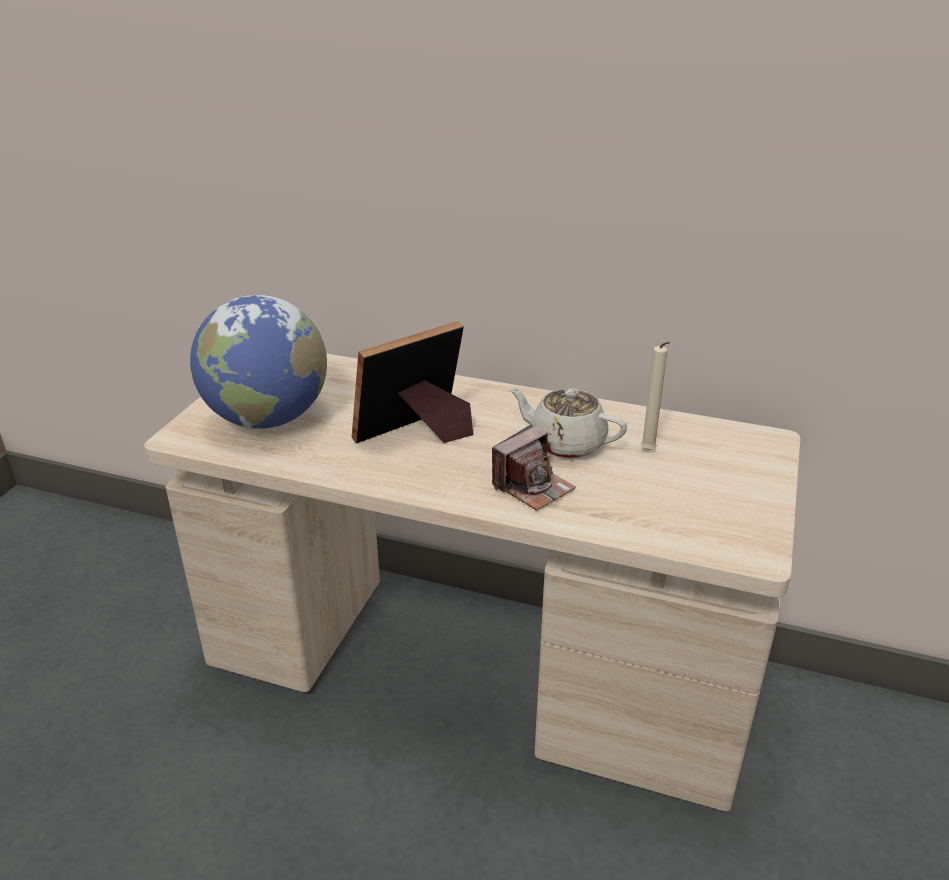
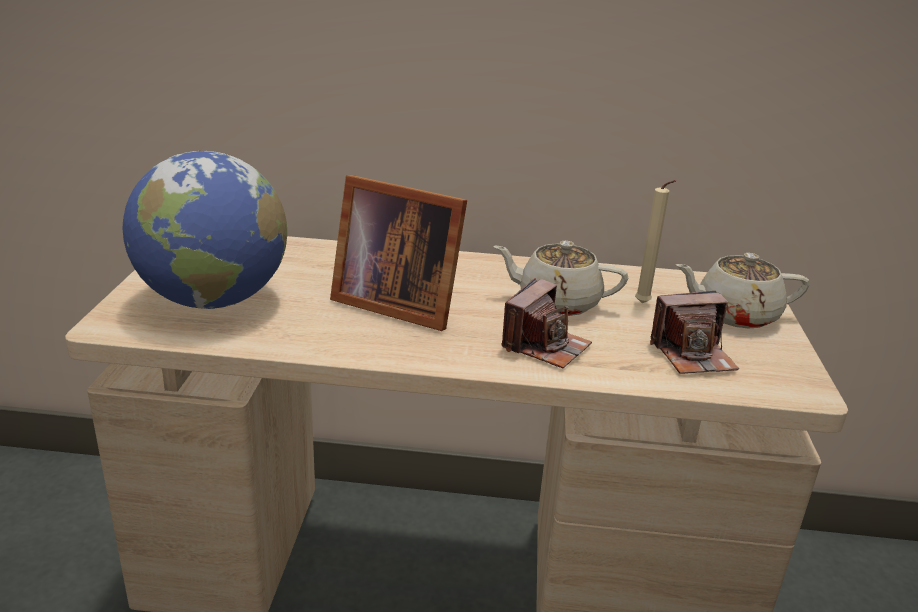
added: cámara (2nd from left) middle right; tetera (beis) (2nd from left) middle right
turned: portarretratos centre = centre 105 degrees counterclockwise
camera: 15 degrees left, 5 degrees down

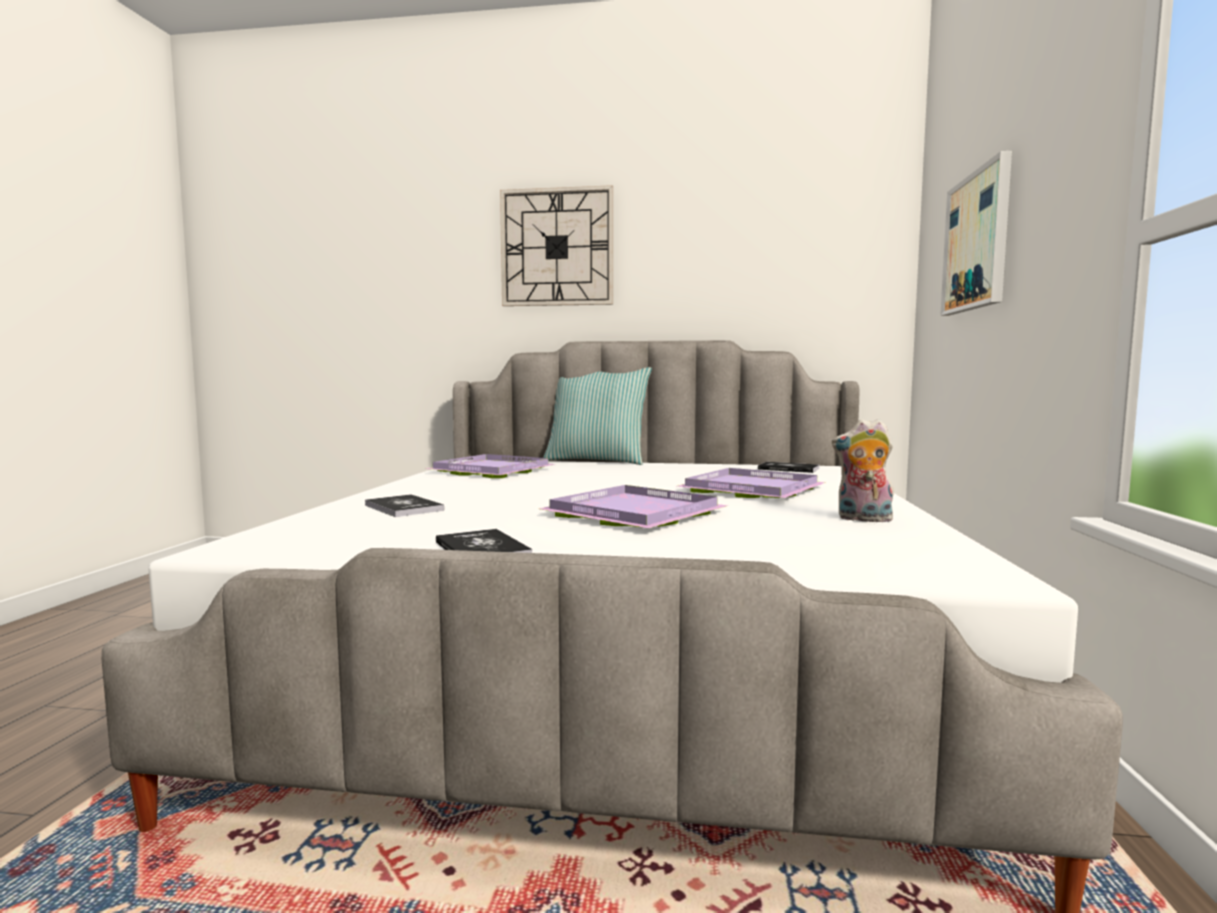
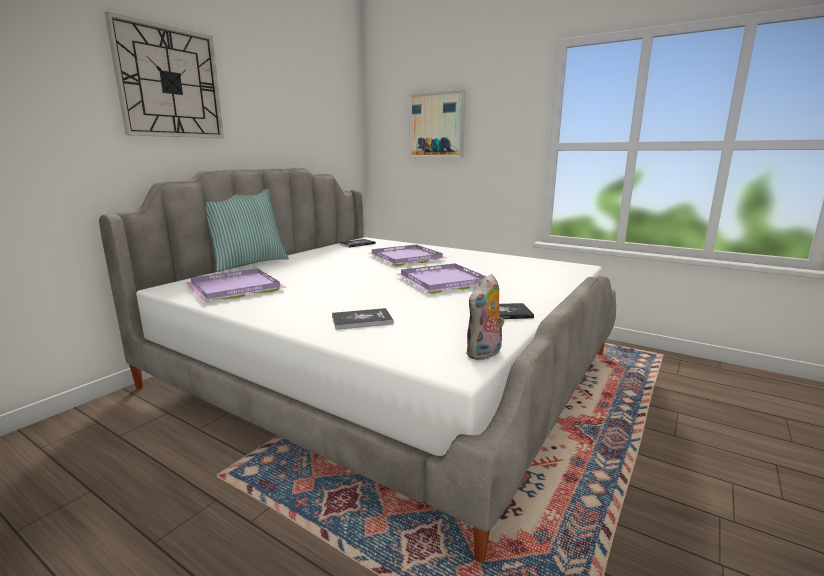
moved: peluche middle right to centre
camera: 65 degrees left, 10 degrees up

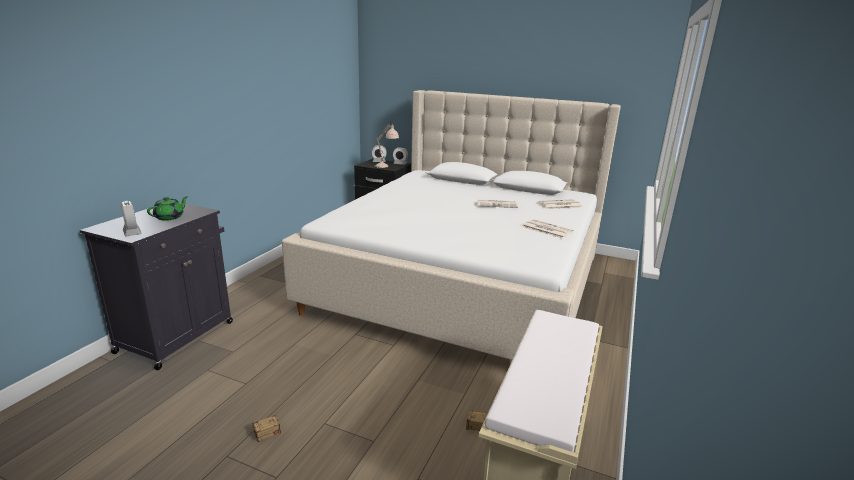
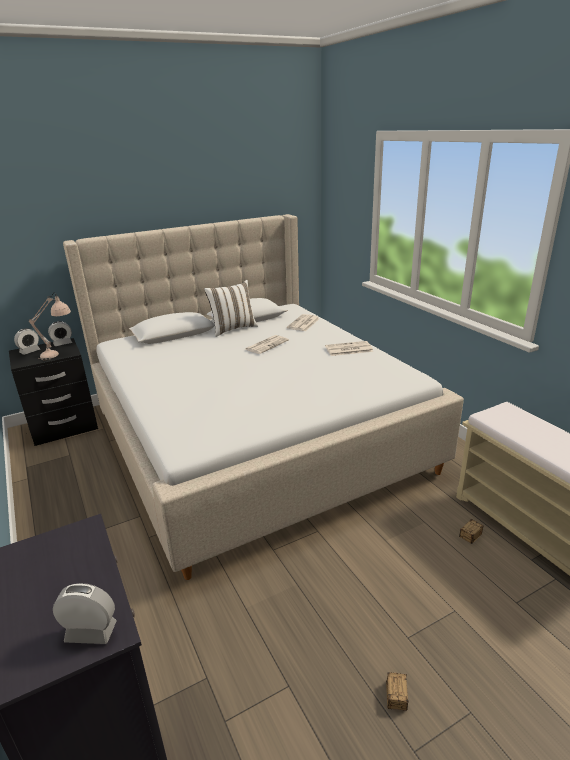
removed: tetera (verde) middle left
added: cojín (blanco) centre
camera: 50 degrees left, 5 degrees up

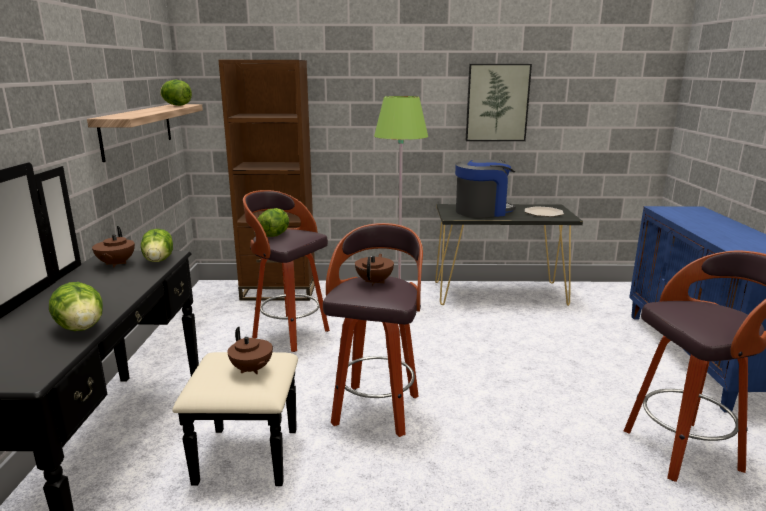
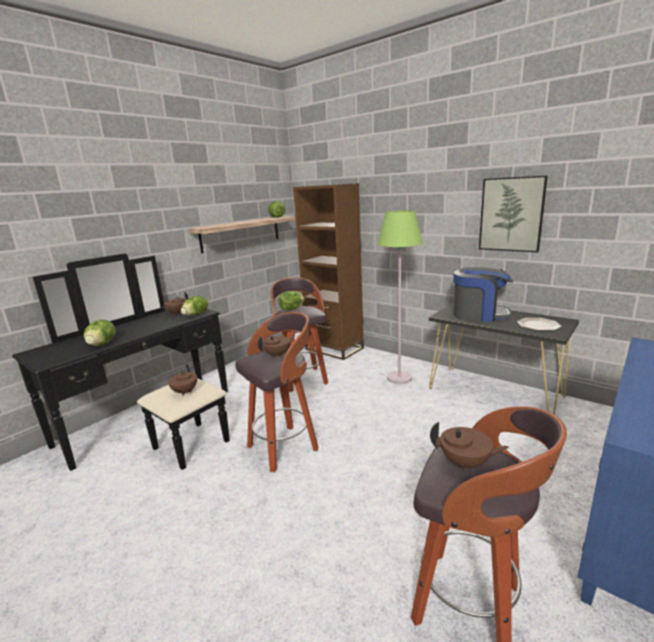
added: tetera (marrón) (4th from left) bottom right
camera: 40 degrees right, 0 degrees up

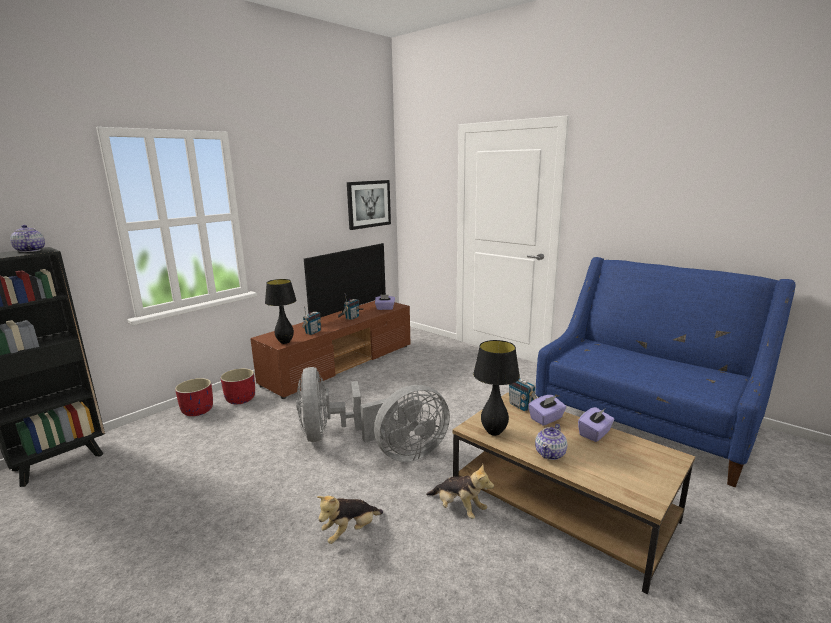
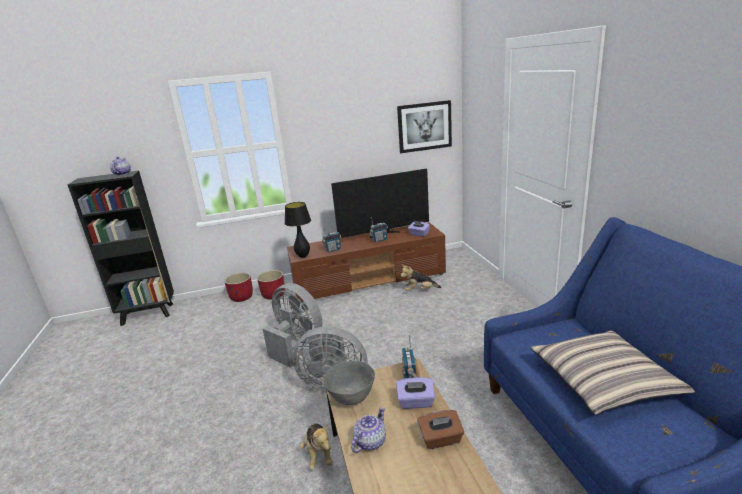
added: cojín bottom right
moved: peluche (1st from left in the first image) bottom centre to peluche (2nd from left) centre
replaced: lámpara de mesa (negro) (2nd from left) centre to cuenco (gris) bottom centre
recoloured: caja de pañuelos (morado) (3rd from left) bottom right to caja de pañuelos (marrón) bottom centre
turned: ventilador (gris) (1st from left) centre = centre 105 degrees clockwise; tetera (2nd from left) bottom centre = bottom centre 150 degrees clockwise
camera: 35 degrees right, 5 degrees up

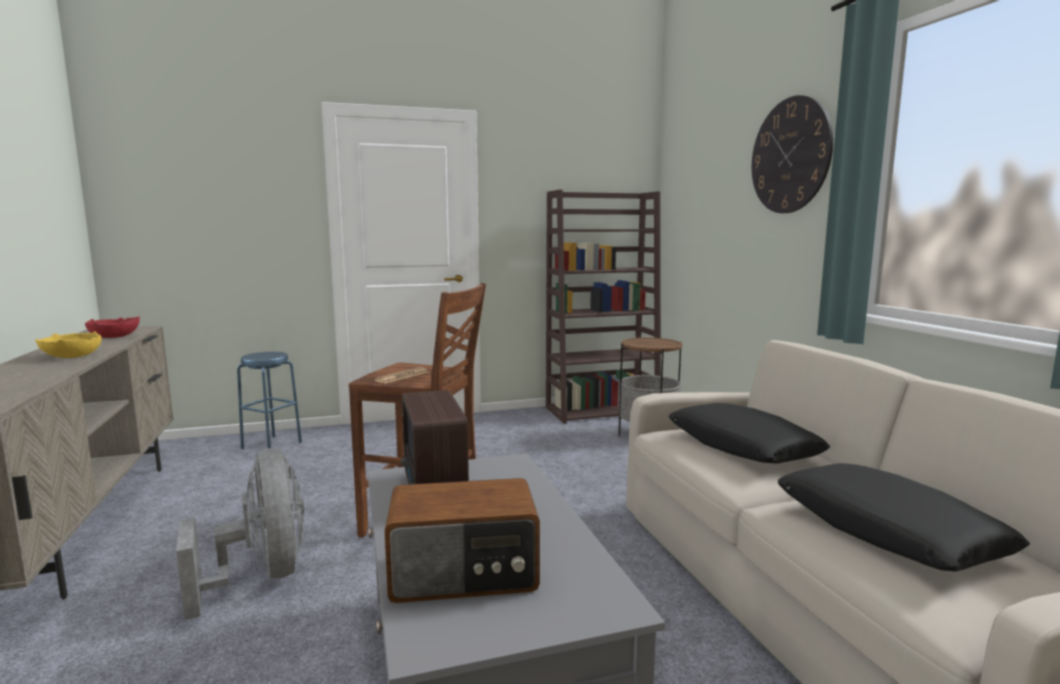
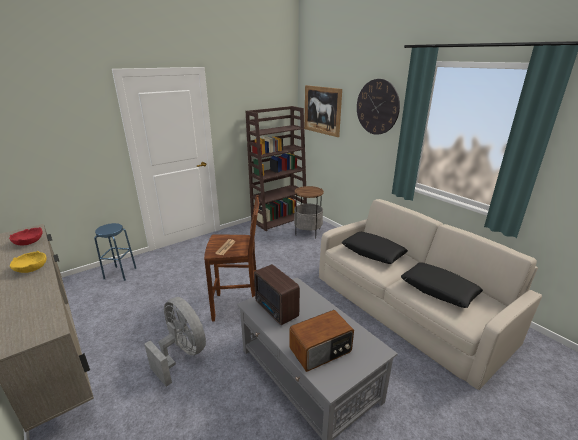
added: cuadro top centre
camera: 20 degrees left, 15 degrees up

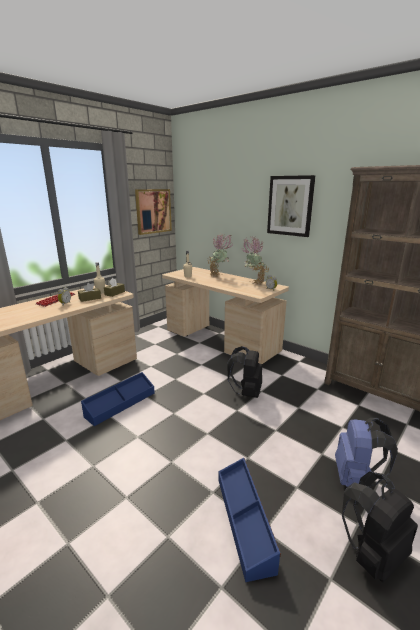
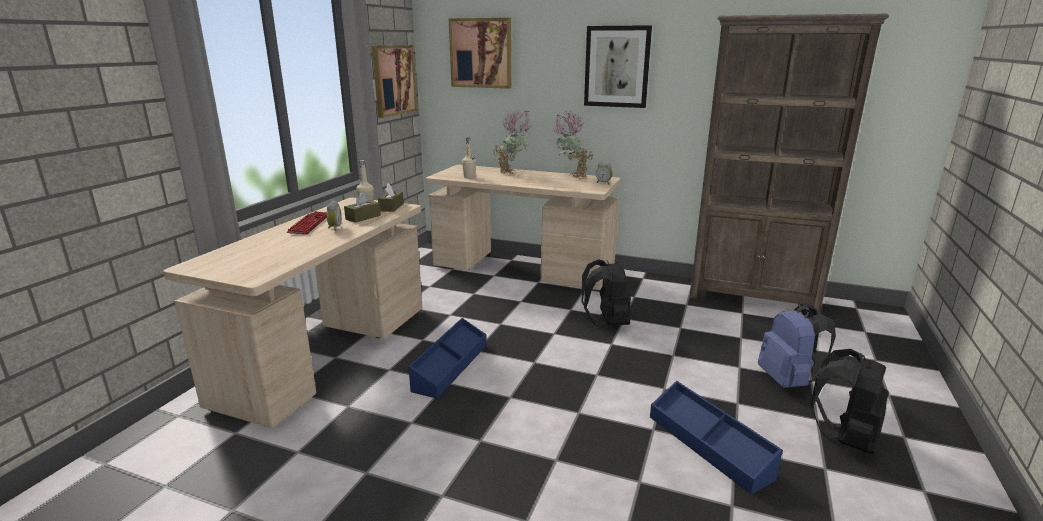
added: cuadro (2nd from left) top centre
camera: 20 degrees left, 0 degrees up

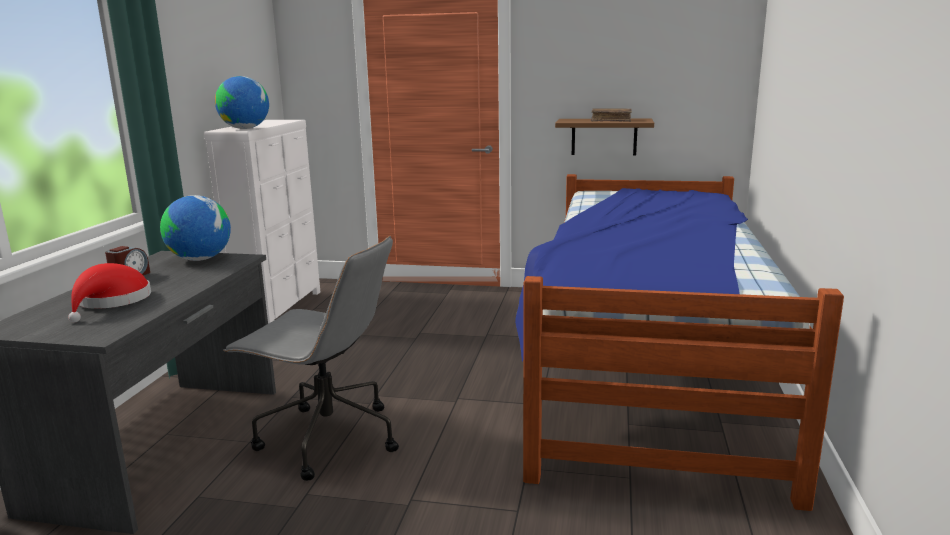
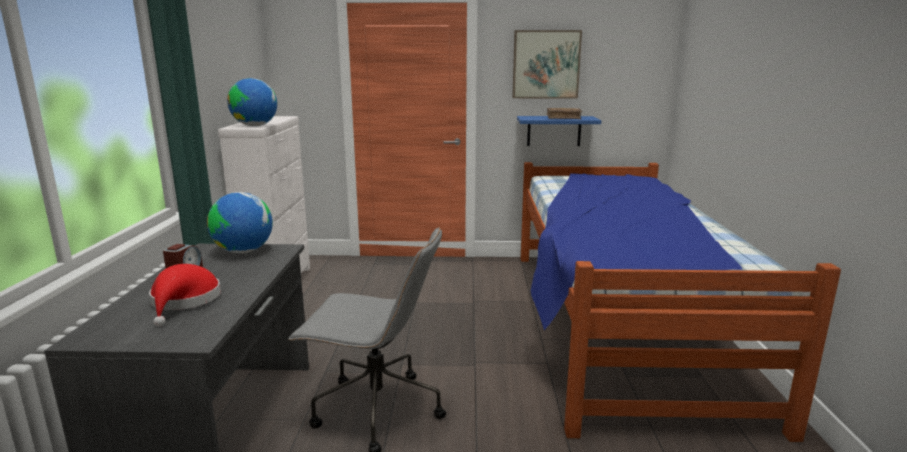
added: cuadro top centre
recoloured: estante (marrón) top centre to estante (azul) top centre
camera: 10 degrees left, 0 degrees up

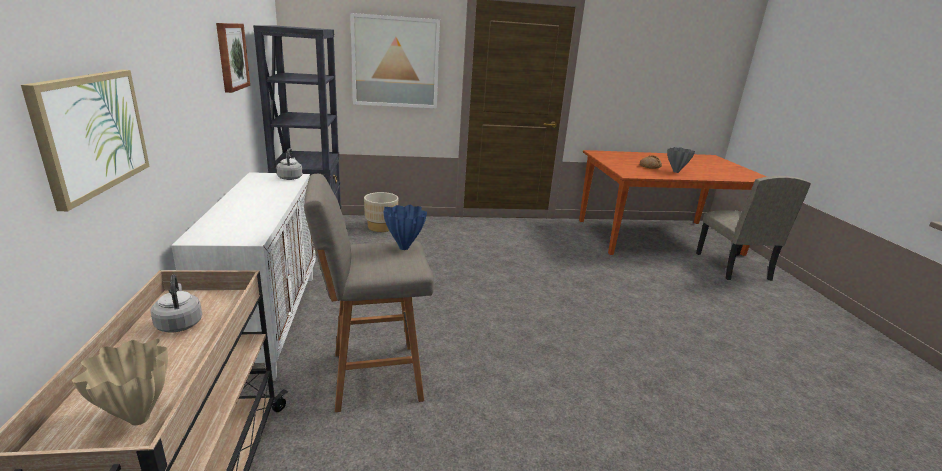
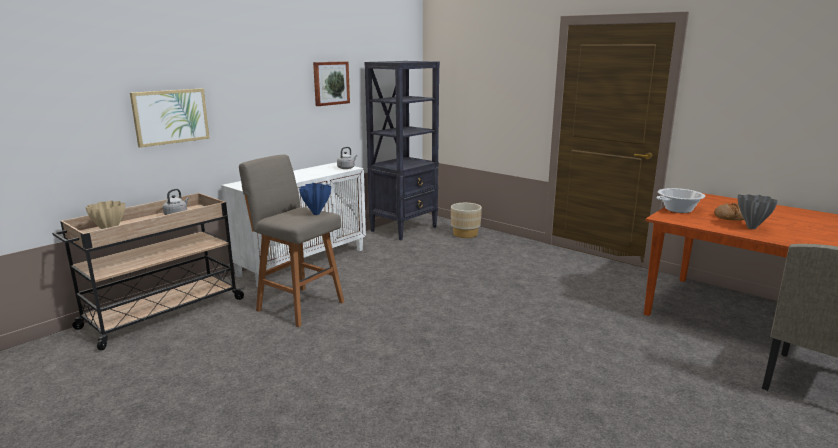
removed: cuadro (3rd from left) top centre
added: olla middle right
camera: 50 degrees right, 5 degrees down

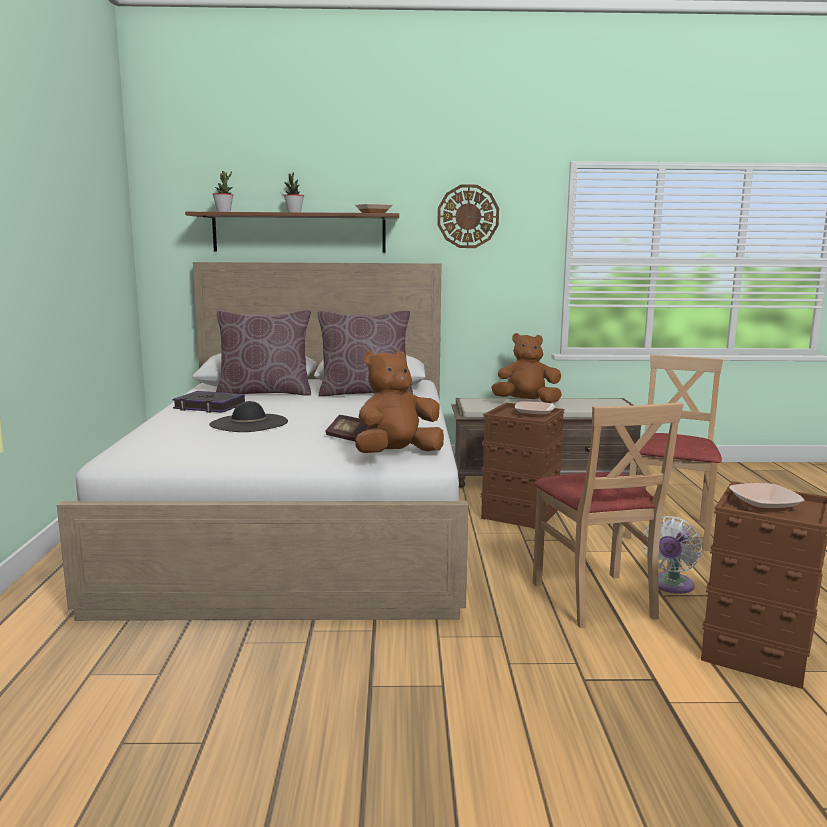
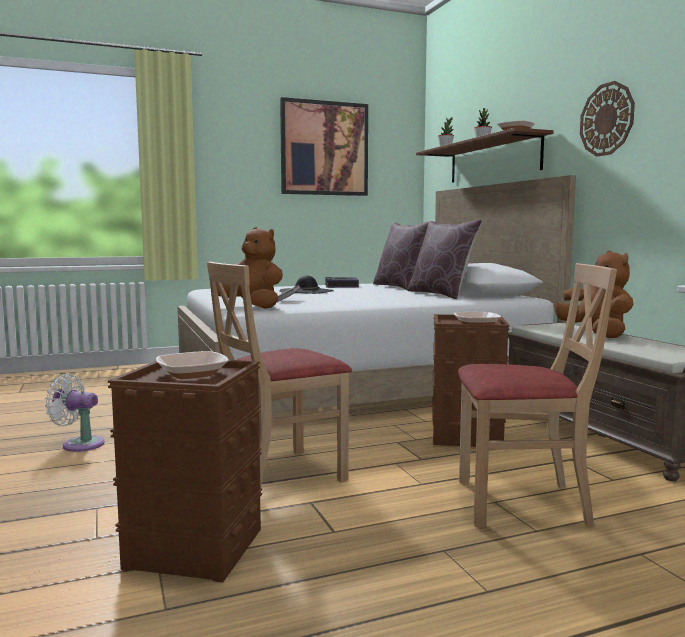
added: cuadro top centre
moved: ventilador (blanco) bottom right to middle left
camera: 70 degrees right, 5 degrees down

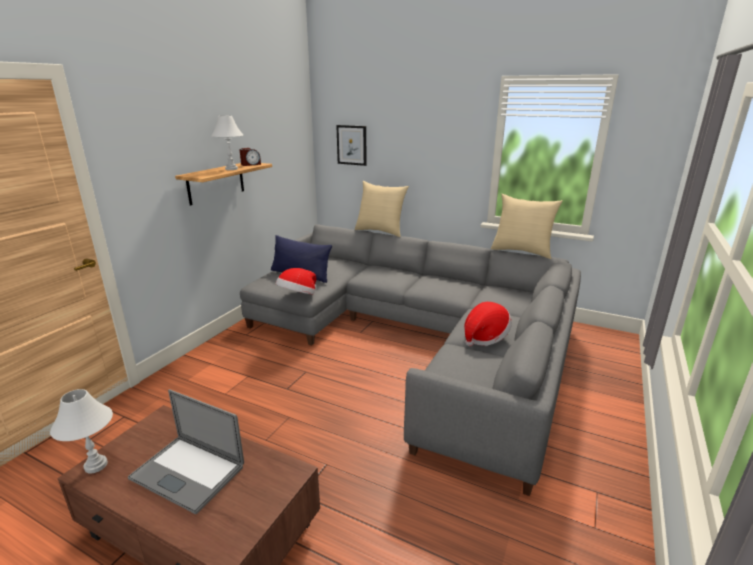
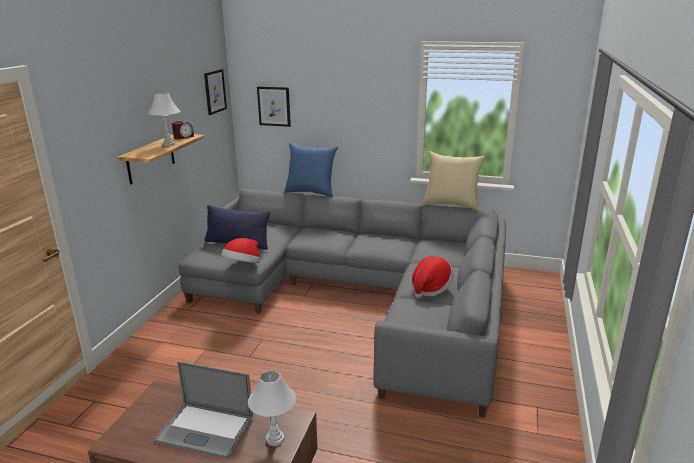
added: cuadro (1st from left) top left
moved: lámpara de mesa (blanco) (1st from left in the first image) bottom left to lámpara de mesa (blanco) (2nd from left) bottom centre
recoloured: cojín (beis) (1st from left) centre to cojín (azul) (2nd from left) centre
camera: 10 degrees left, 0 degrees up

